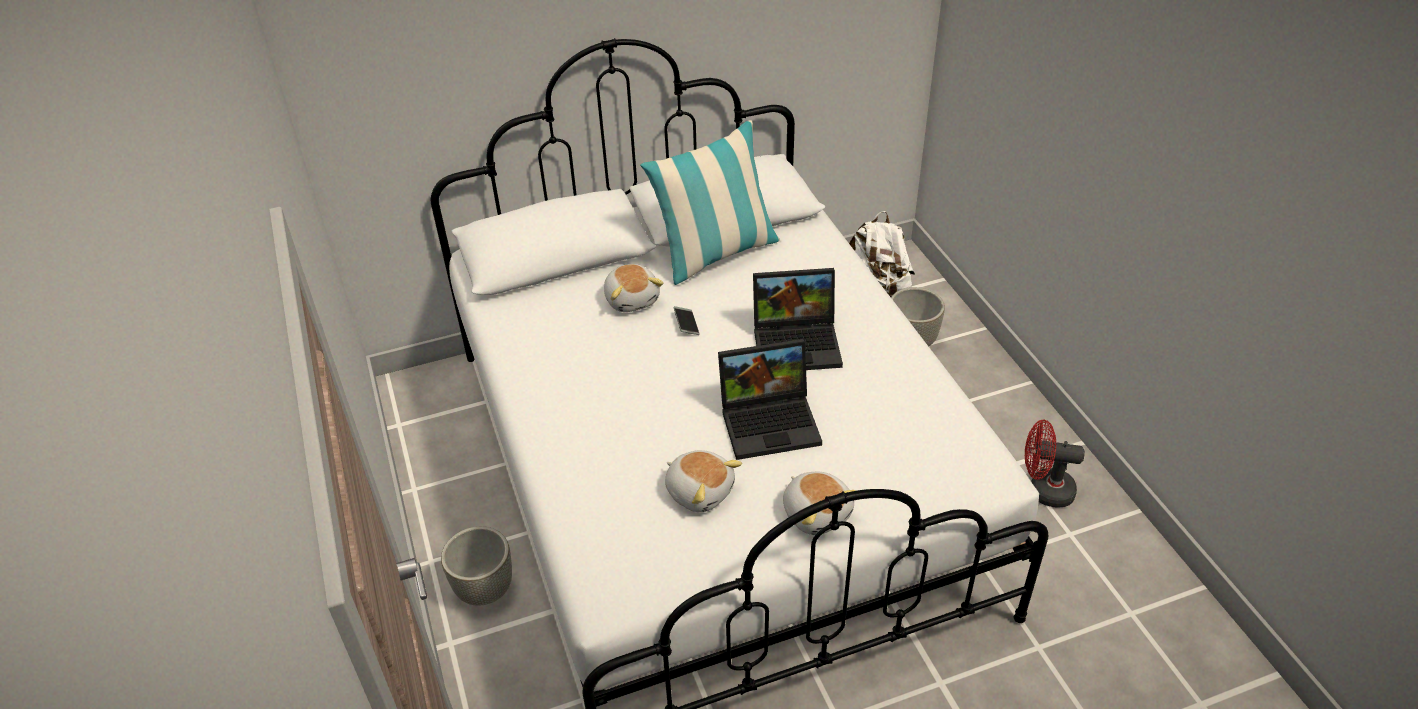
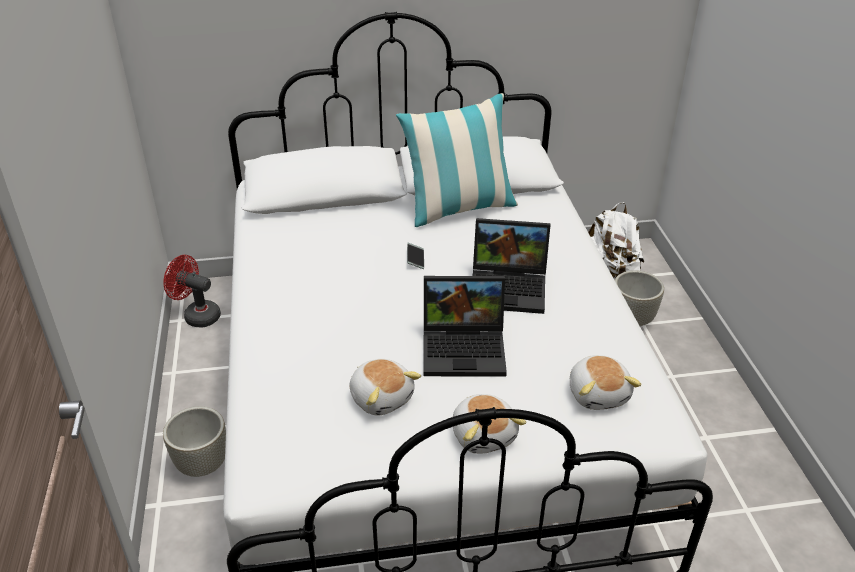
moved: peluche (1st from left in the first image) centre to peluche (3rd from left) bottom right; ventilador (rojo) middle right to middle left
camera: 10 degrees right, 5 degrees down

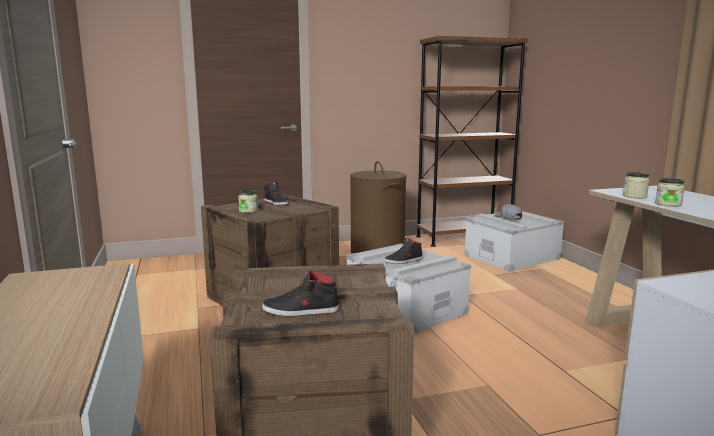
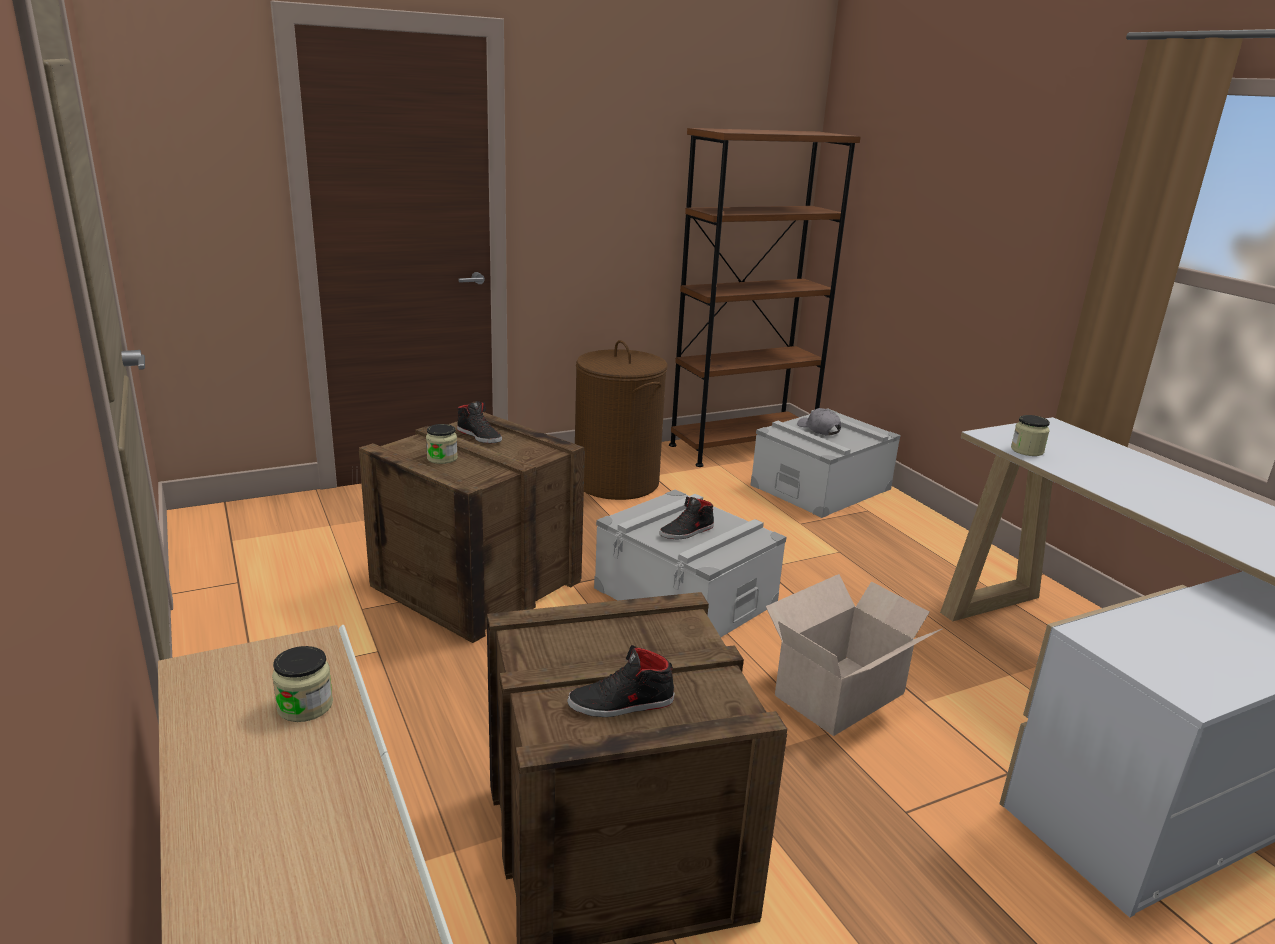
added: caja de cartón bottom right
moved: tarro (3rd from left in the first image) middle right to tarro (1st from left) bottom left
camera: 10 degrees left, 10 degrees up

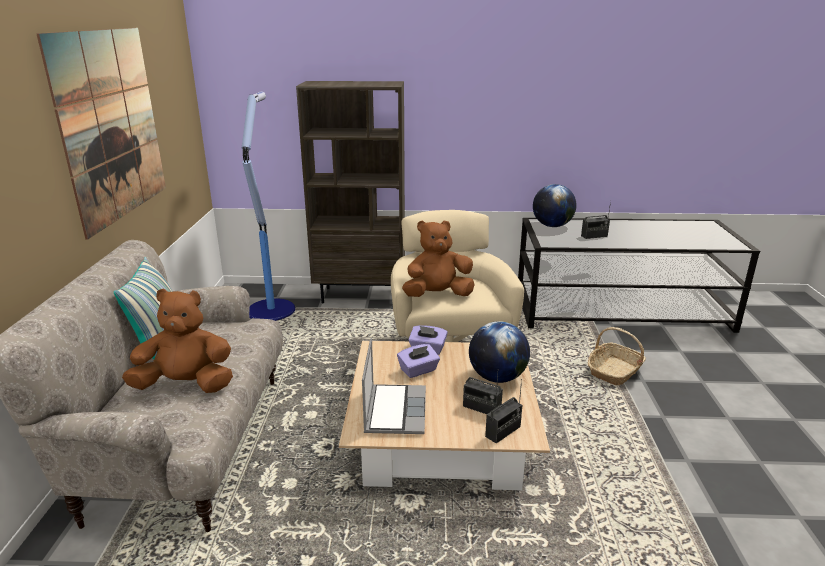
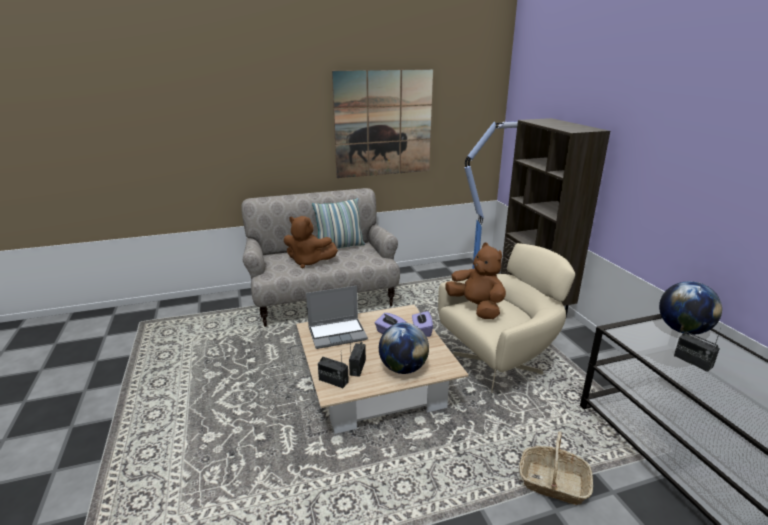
turned: peluche (marrón) (1st from left) middle left = centre 135 degrees clockwise
camera: 70 degrees right, 0 degrees up

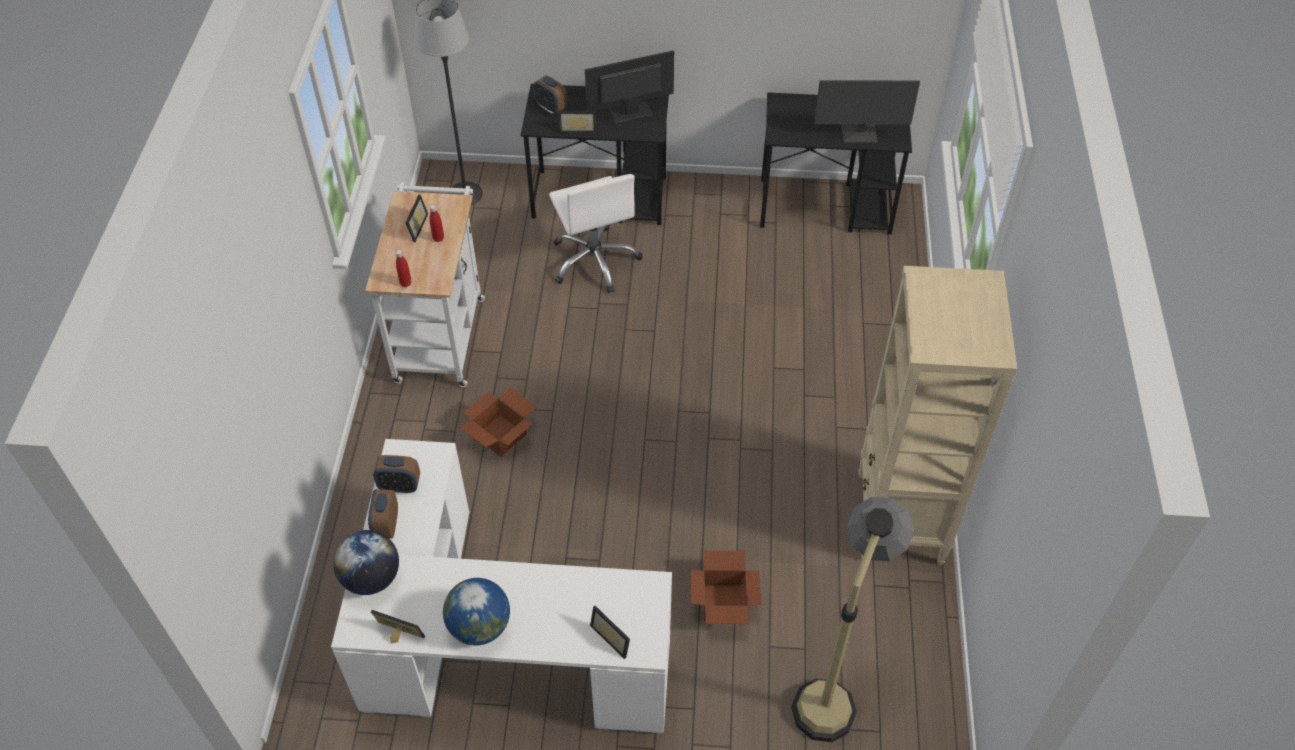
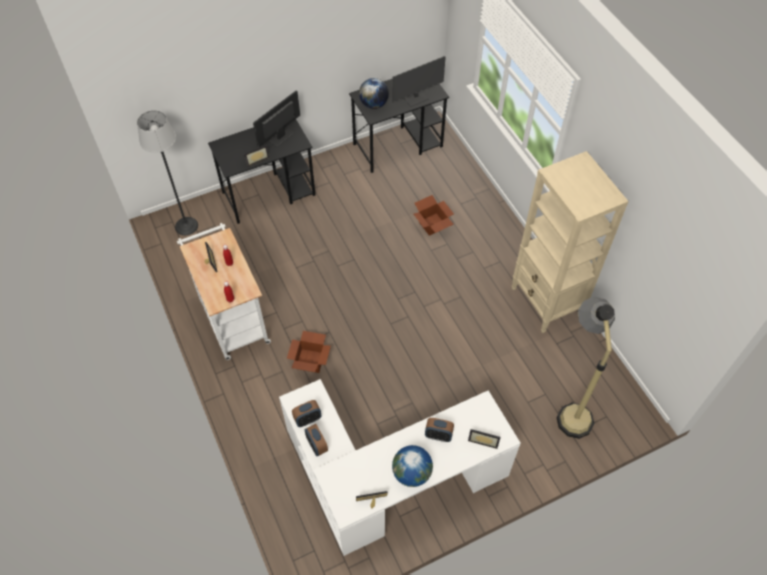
removed: silla de oficina (blanco) top centre
moved: globo terráqueo (1st from left) bottom left to top centre; despertador (3rd from left) top centre to bottom centre; caja de cartón (2nd from left) bottom centre to centre
camera: 30 degrees left, 5 degrees up

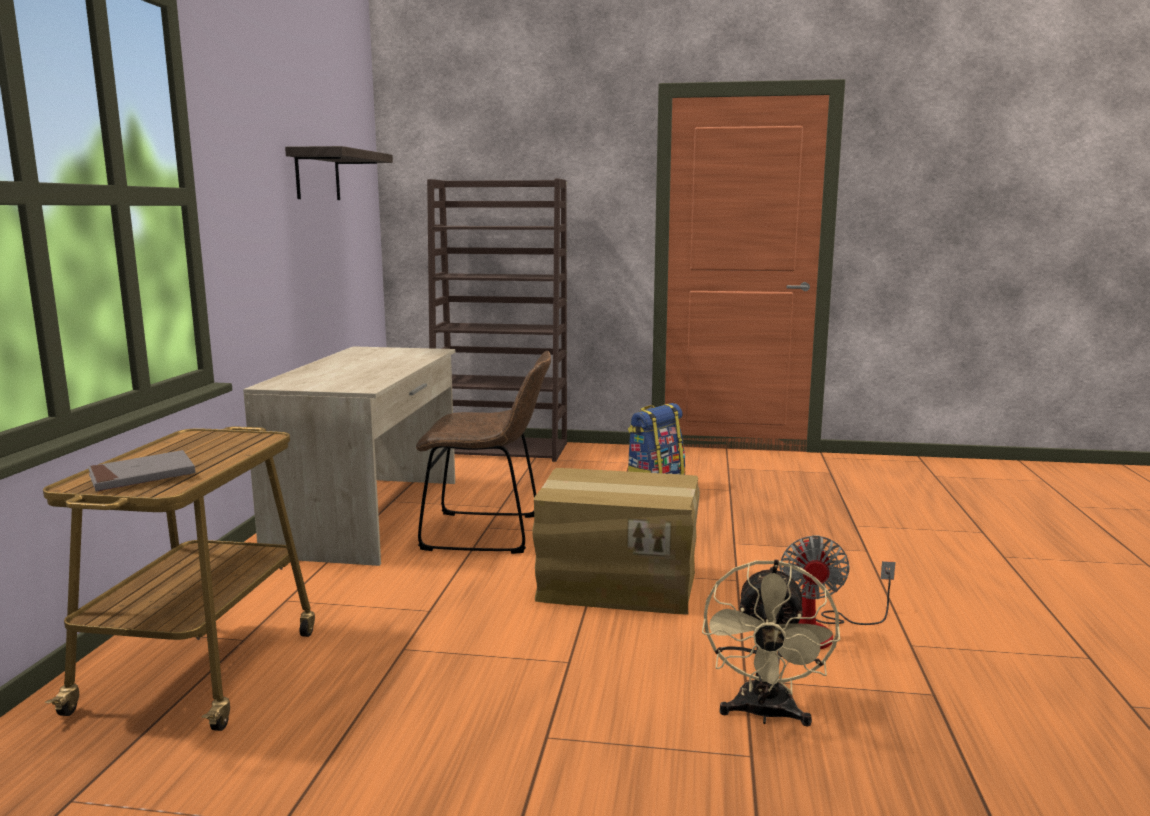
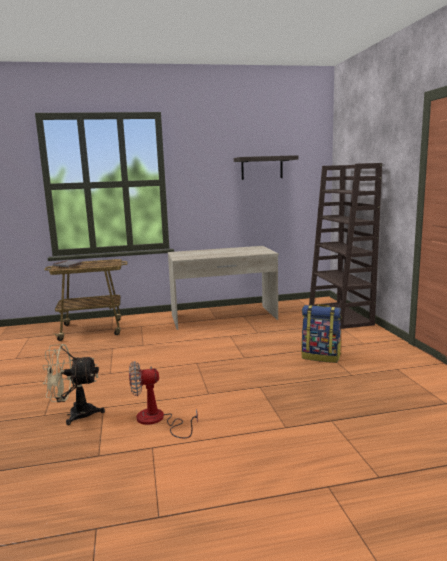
removed: silla (marrón) centre; caja de cartón centre
camera: 70 degrees right, 0 degrees up

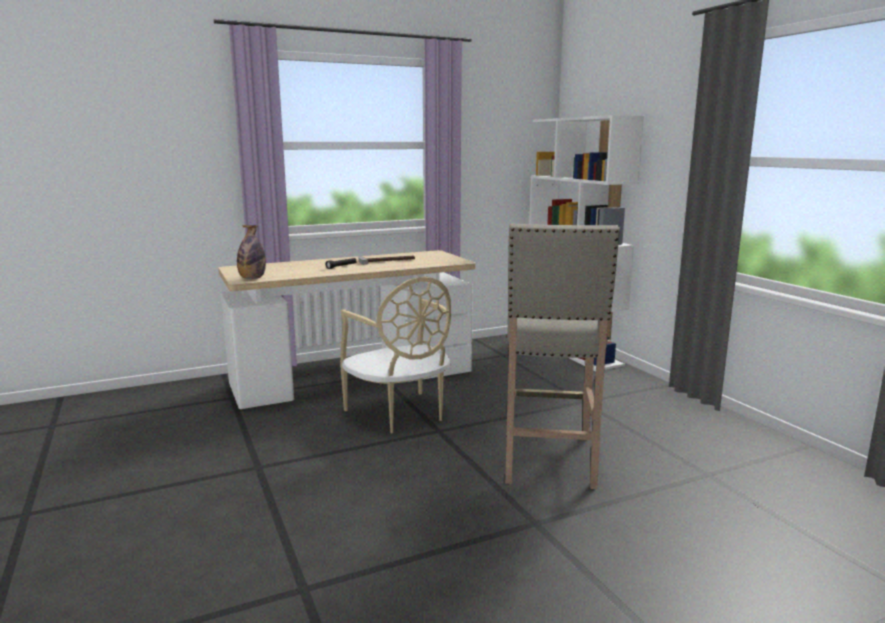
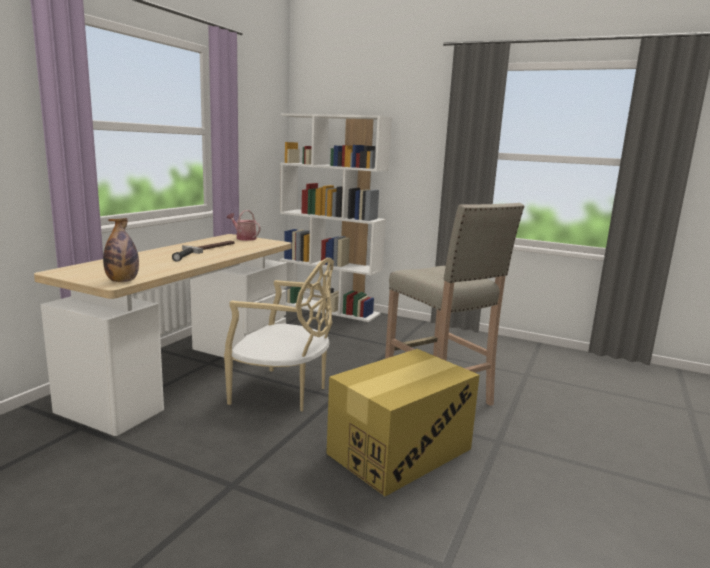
added: regadera centre; caja de cartón bottom centre
camera: 40 degrees left, 0 degrees up

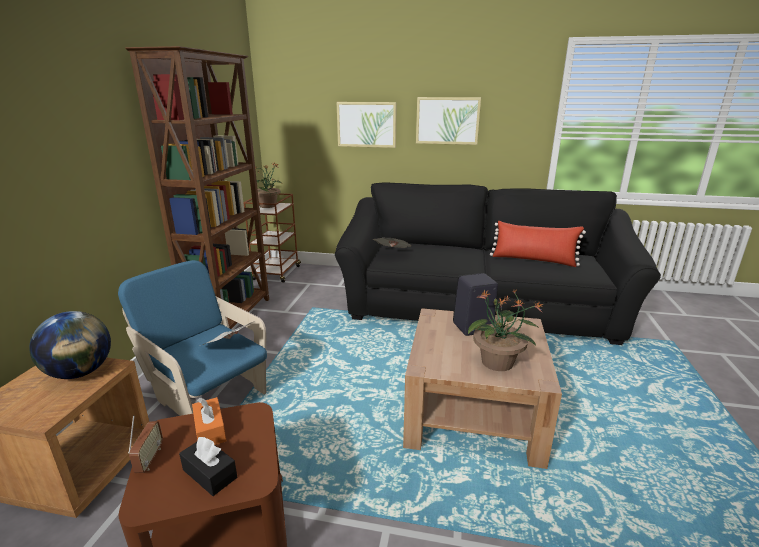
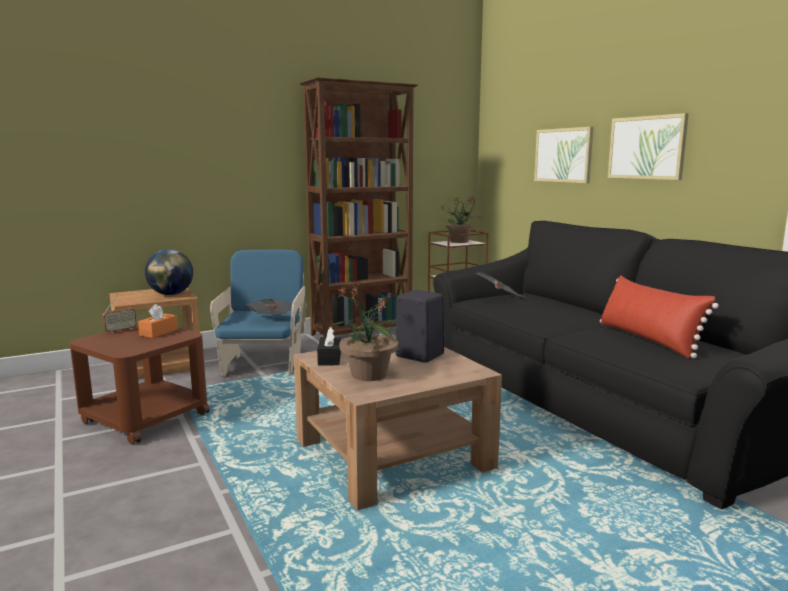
moved: caja de pañuelos (negro) bottom left to centre
camera: 50 degrees right, 10 degrees down

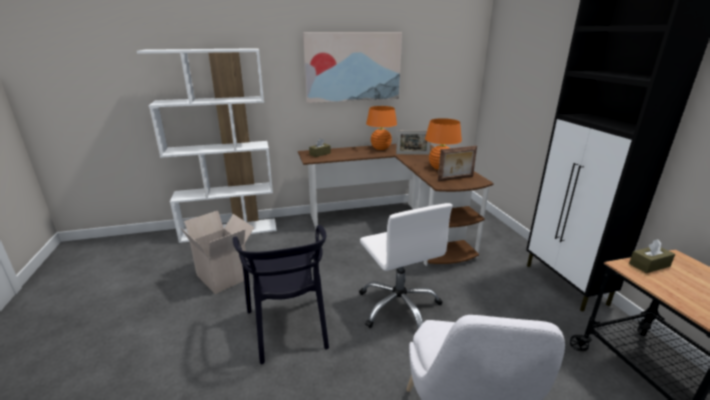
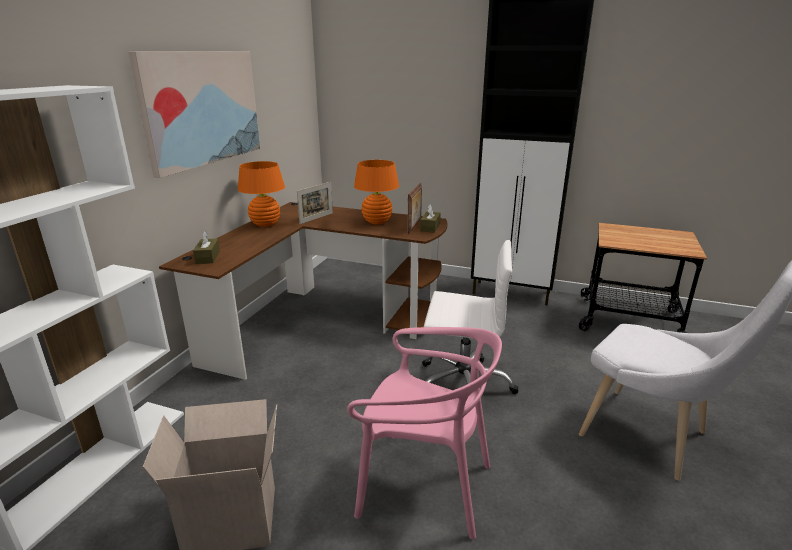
moved: caja de pañuelos (marrón) (2nd from left) middle right to centre
recoloured: silla (negro) bottom centre to silla (rosa) bottom centre
camera: 55 degrees left, 0 degrees up

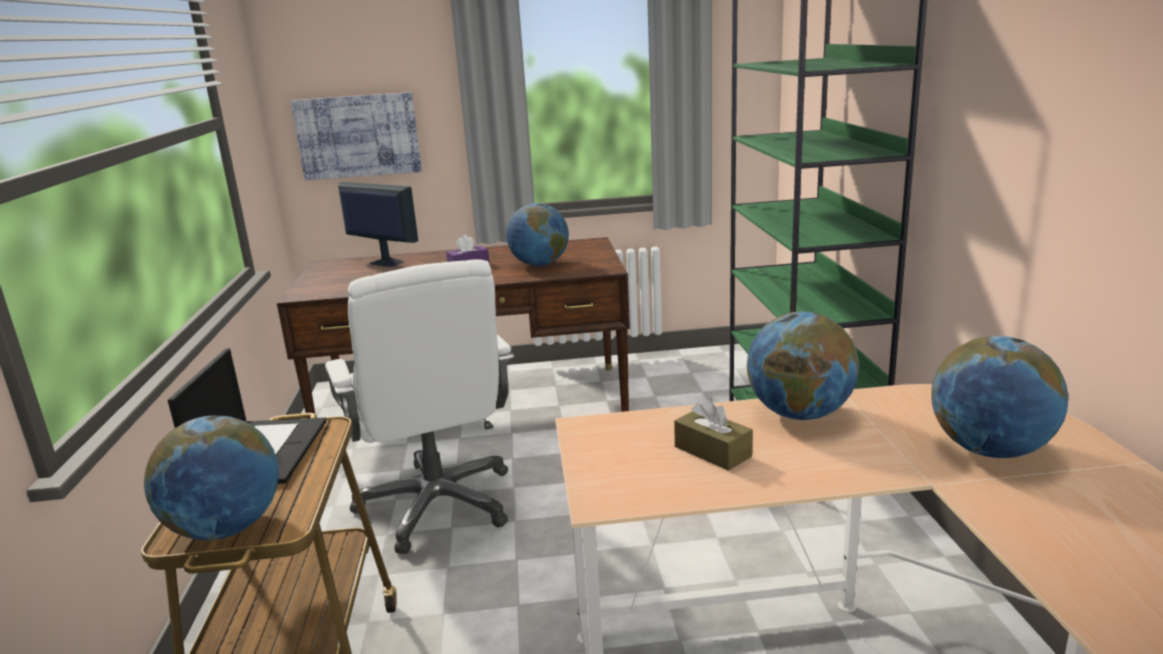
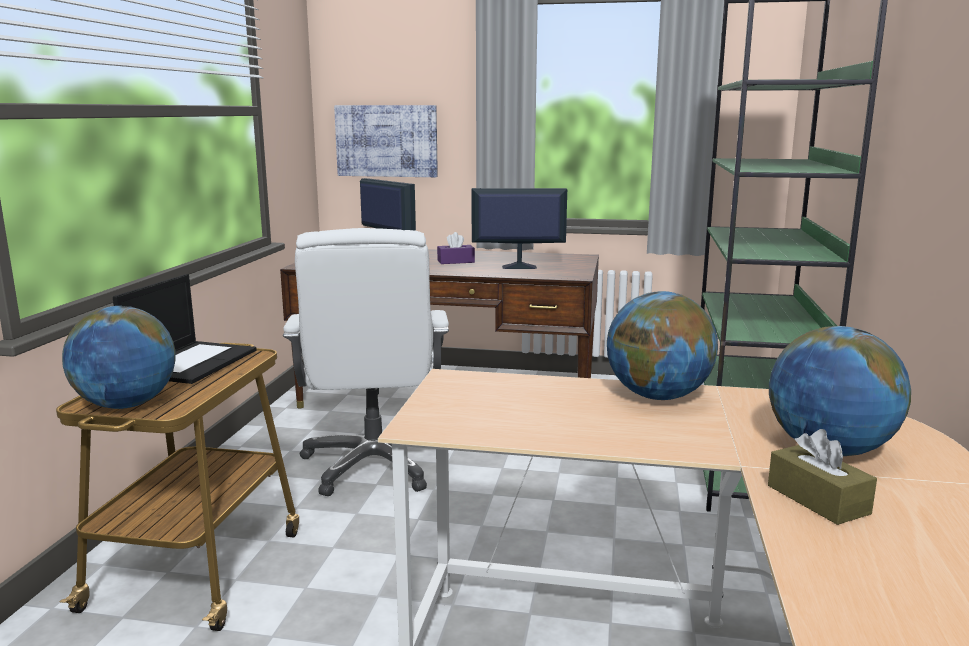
moved: caja de pañuelos (marrón) centre to bottom right
replaced: globo terráqueo (2nd from left) centre to monitor (2nd from left) centre
camera: 15 degrees right, 5 degrees down

